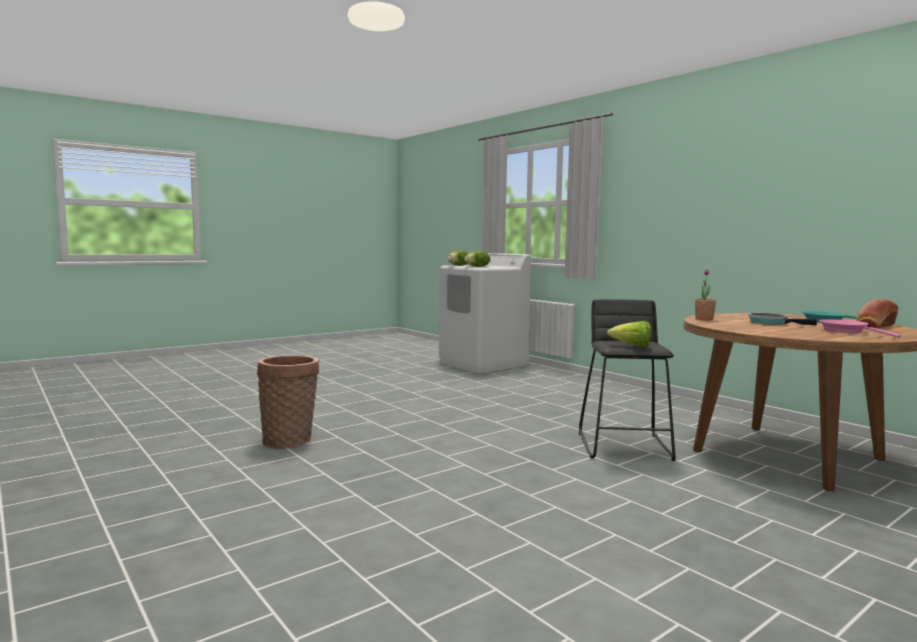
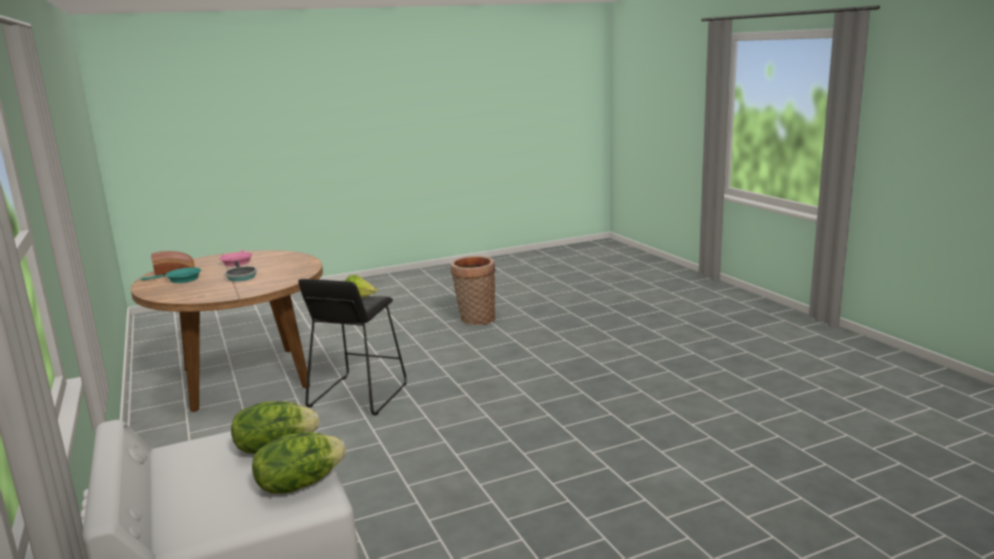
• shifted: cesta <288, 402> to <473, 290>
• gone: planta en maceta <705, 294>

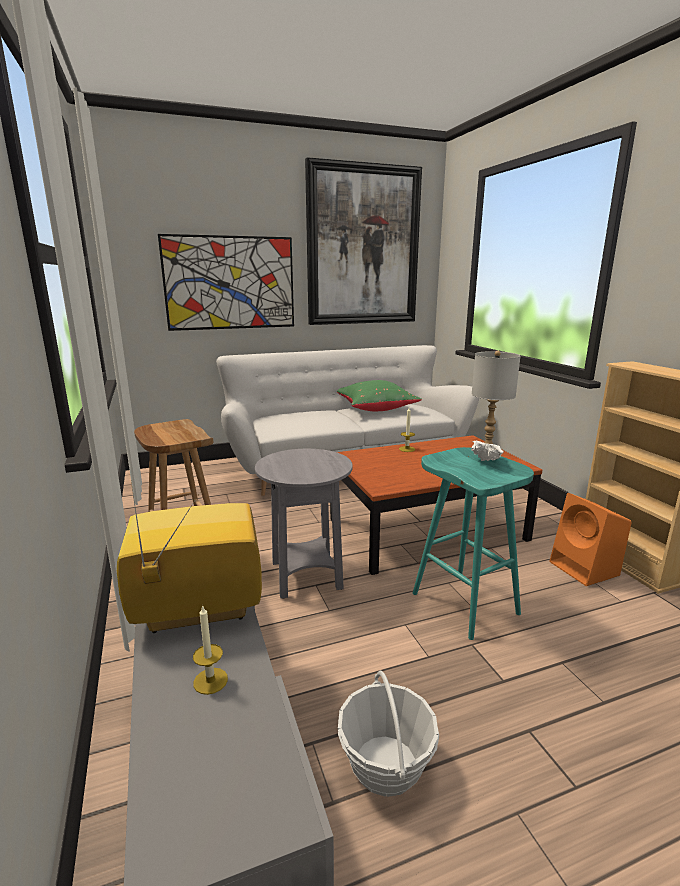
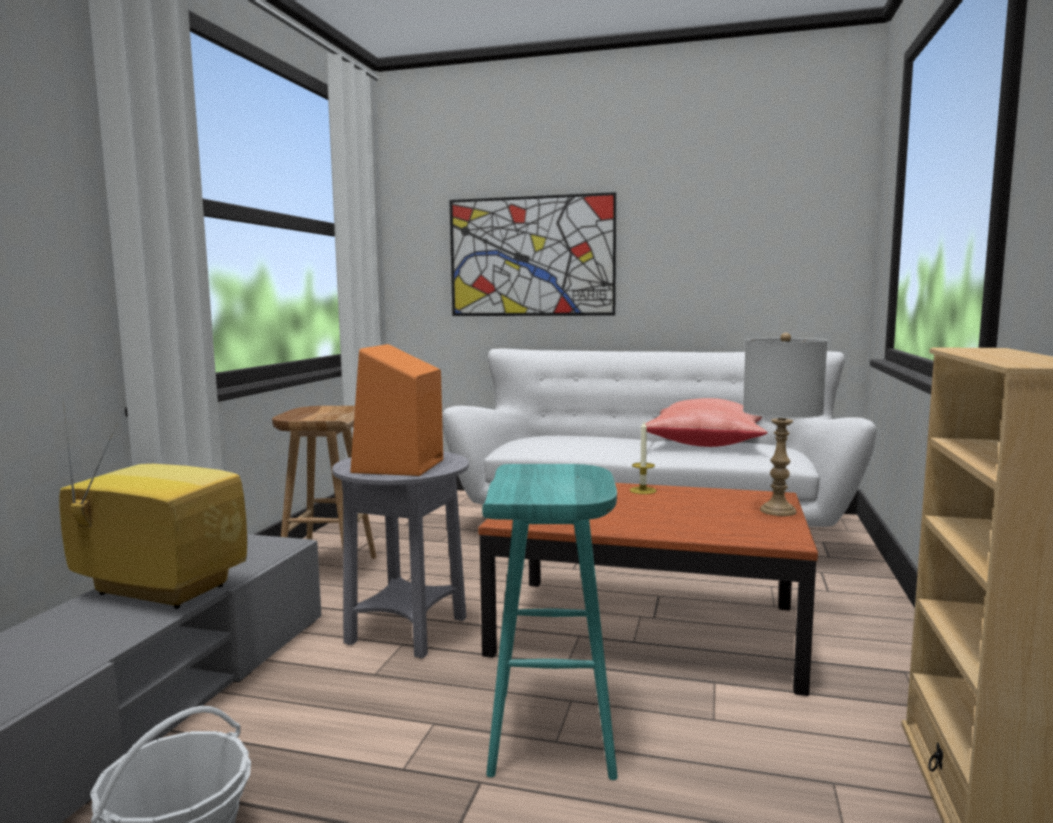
• shifted: altavoz [naranja] <590, 539> to <396, 410>
• repainted: cojín [verde] <379, 395> to cojín [rojo] <706, 422>
• gone: vela <210, 650>
• gone: cuadro <363, 241>
• gone: cuenco [blanco] <487, 451>

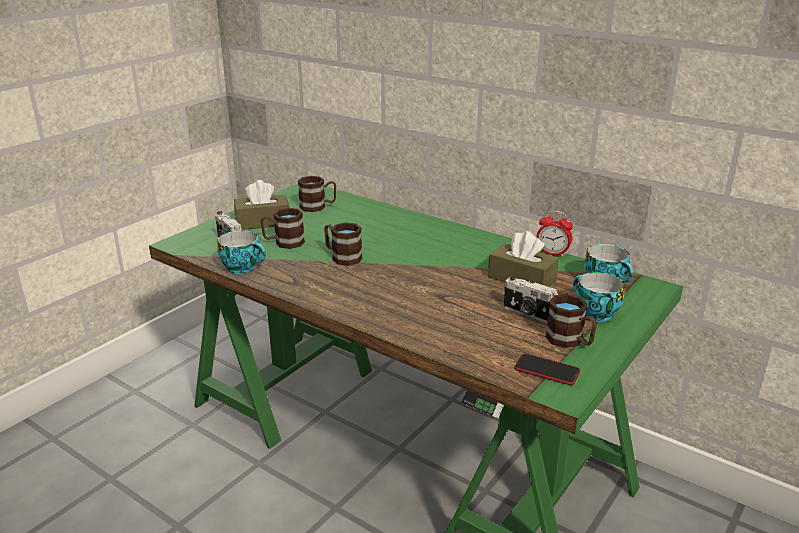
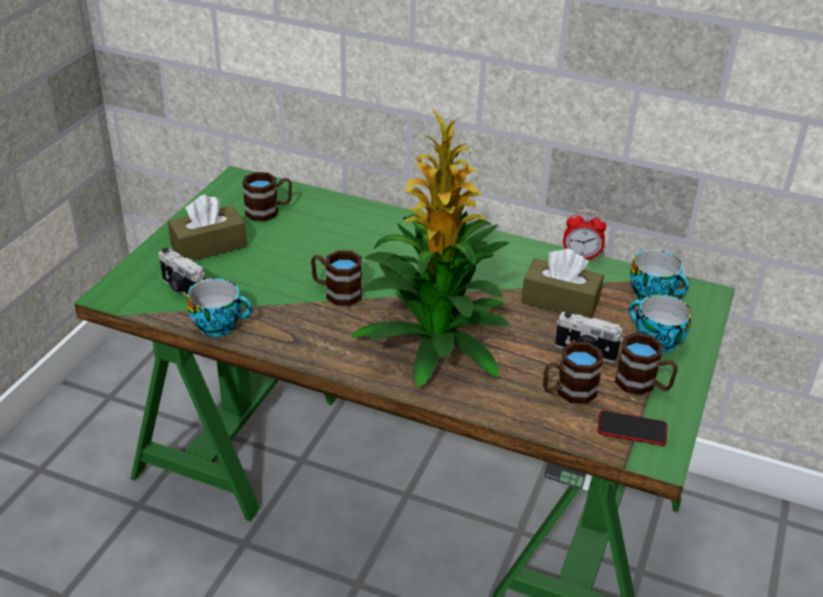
• new: planta en maceta <430, 248>
• shifted: taza grande [marrón] <283, 228> to <573, 373>

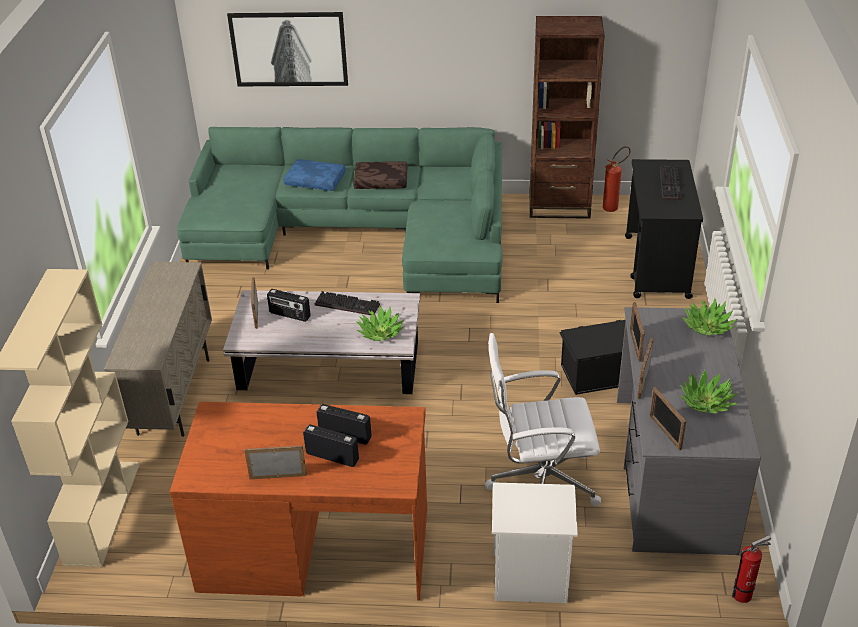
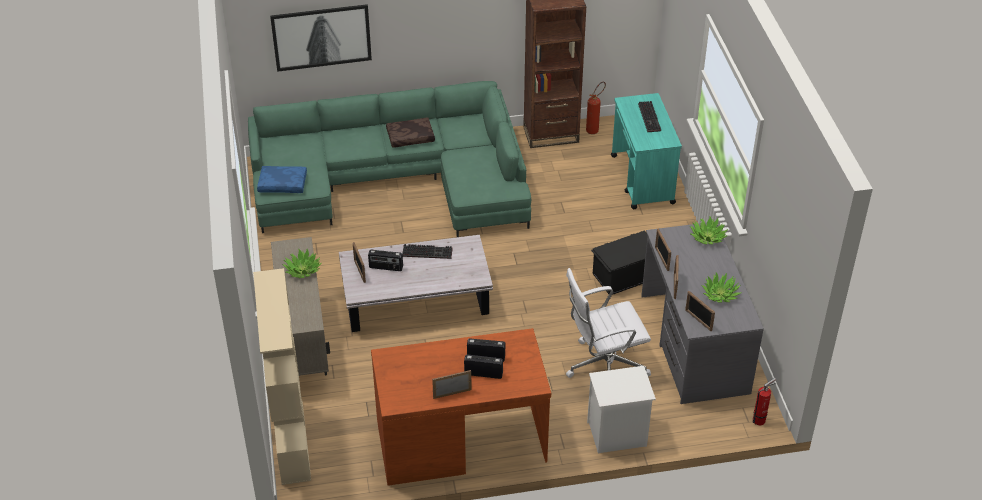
• shifted: cojín [azul] <315, 175> to <282, 179>
• shifted: planta en maceta <381, 323> to <302, 263>
• repainted: carrito [negro] <664, 229> to carrito [turquesa] <646, 151>

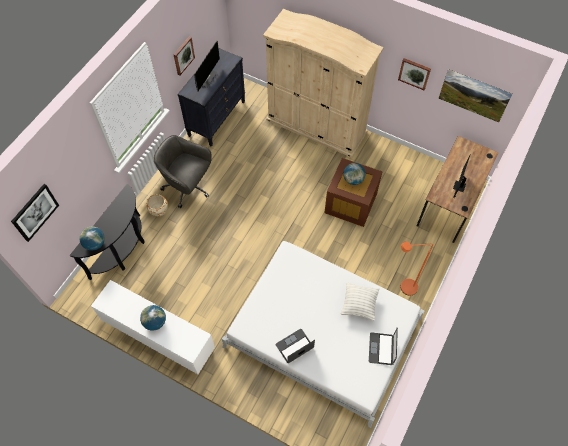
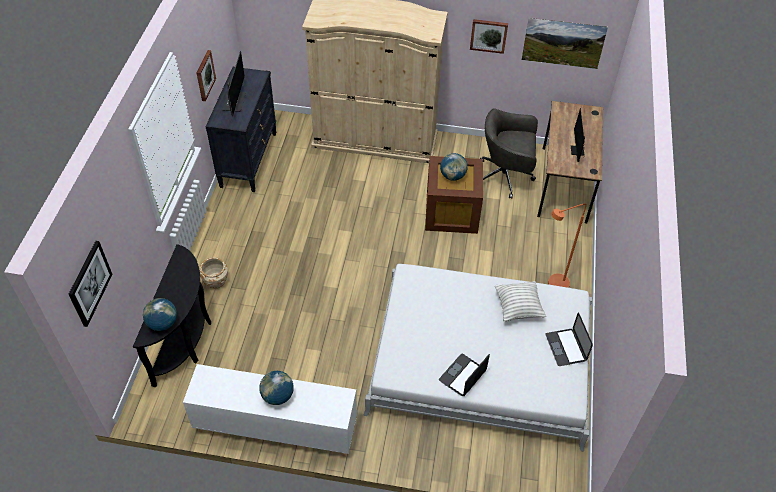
• shifted: silla de oficina [gris] <183, 171> to <509, 153>

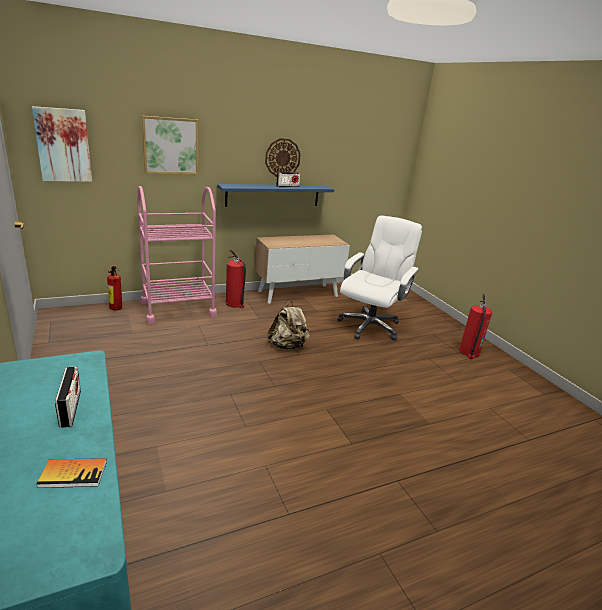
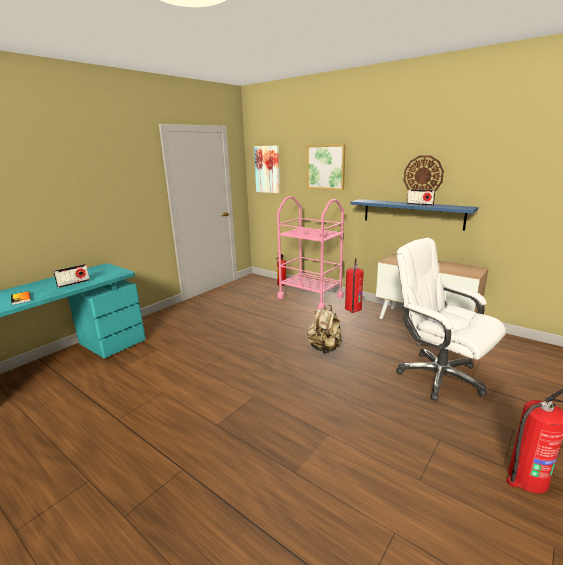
• rotated: silla de oficina [blanco] <379, 278> = <451, 319> 135 degrees counterclockwise

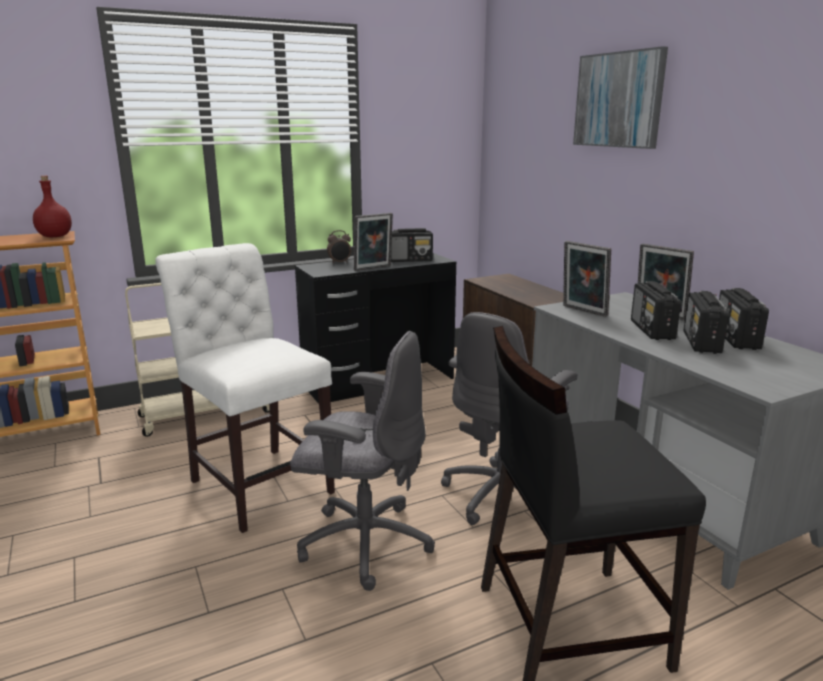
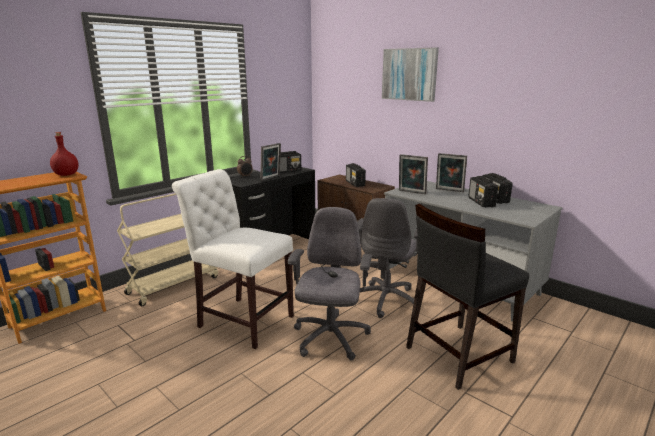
• rotated: silla de oficina [gris] <362, 461> = <330, 283> 75 degrees counterclockwise
• shifted: radio <656, 310> to <356, 175>

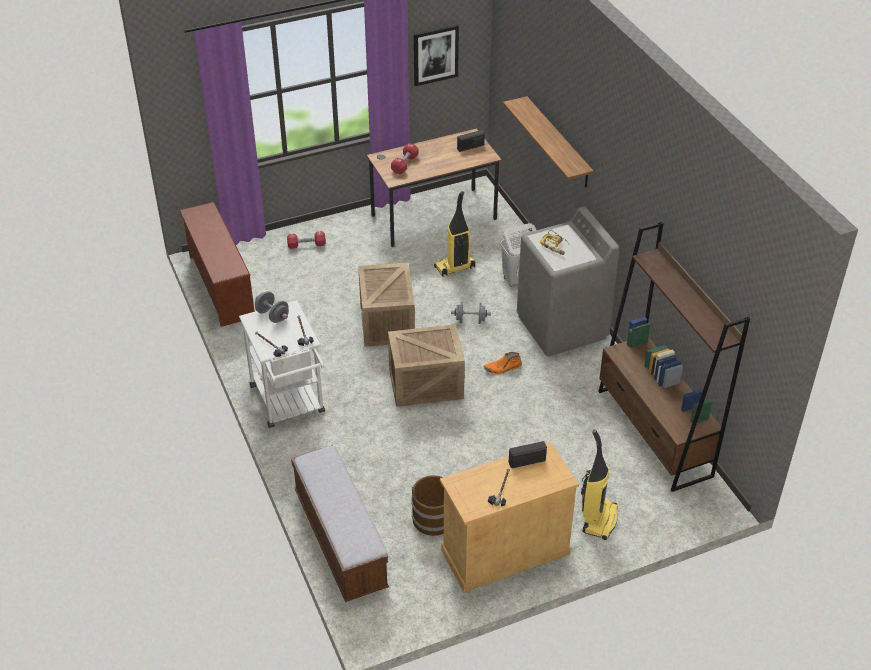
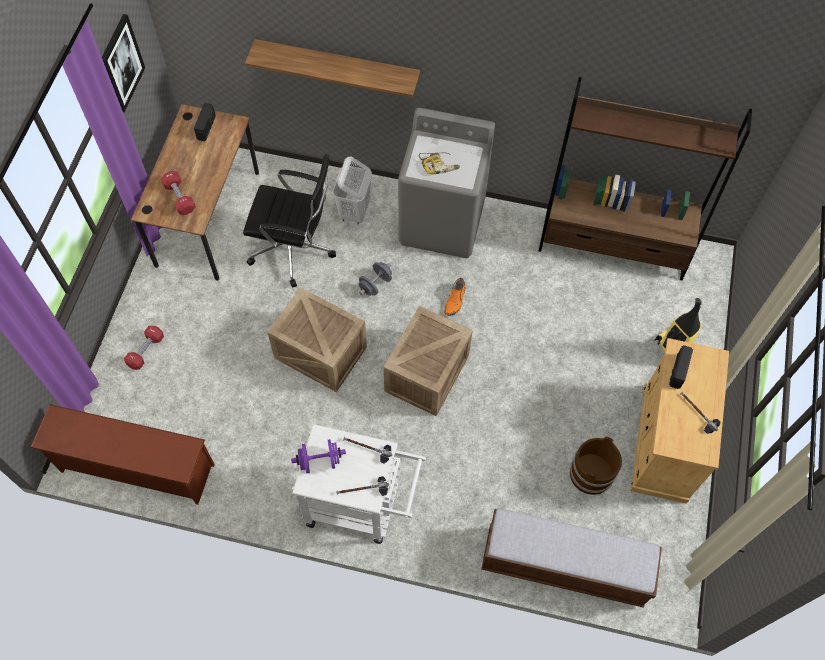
• swapped: aspiradora <454, 234> to silla de oficina [negro] <289, 221>
• repainted: mancuerna [gris] <272, 307> to mancuerna [morado] <318, 456>

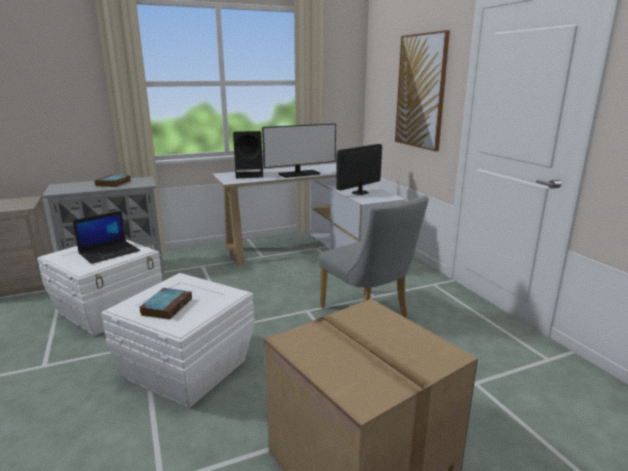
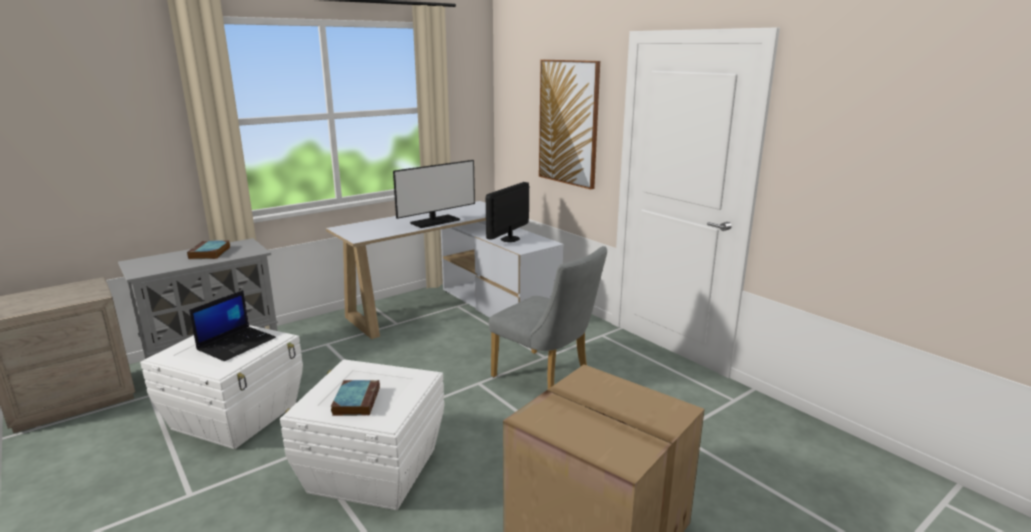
• gone: altavoz [negro] <248, 154>

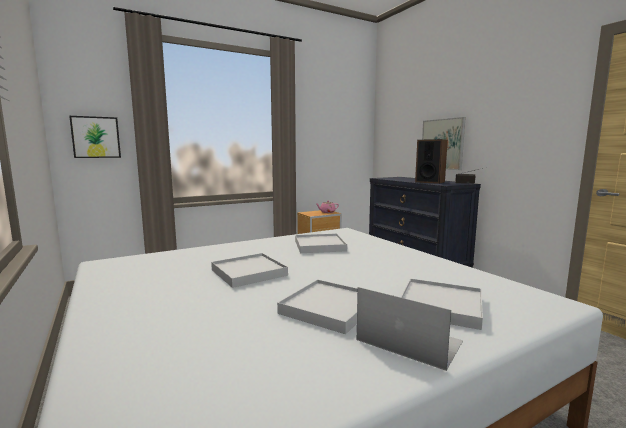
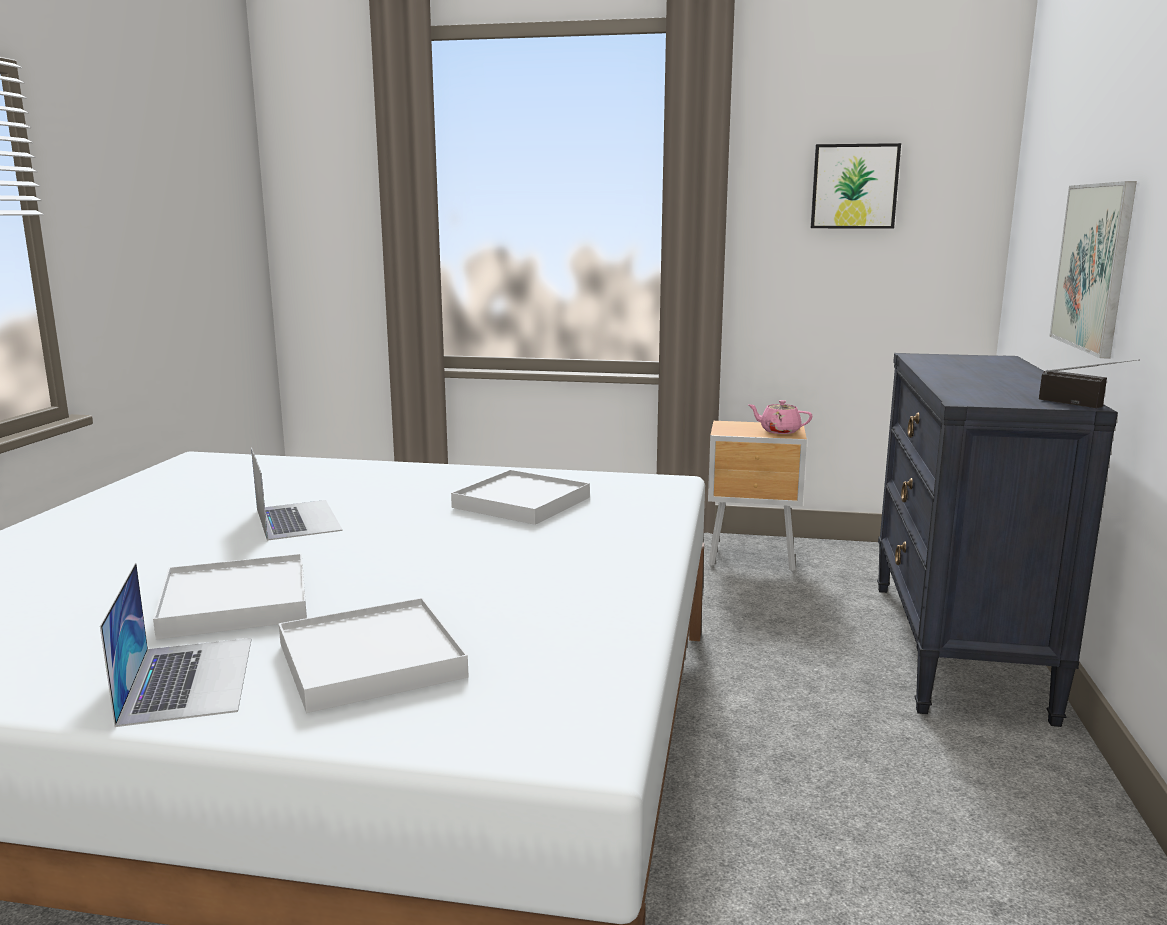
• swapped: bandeja [blanco] <249, 270> to portátil <297, 494>
• shifted: cuadro <95, 137> to <856, 186>
• gone: altavoz <431, 161>

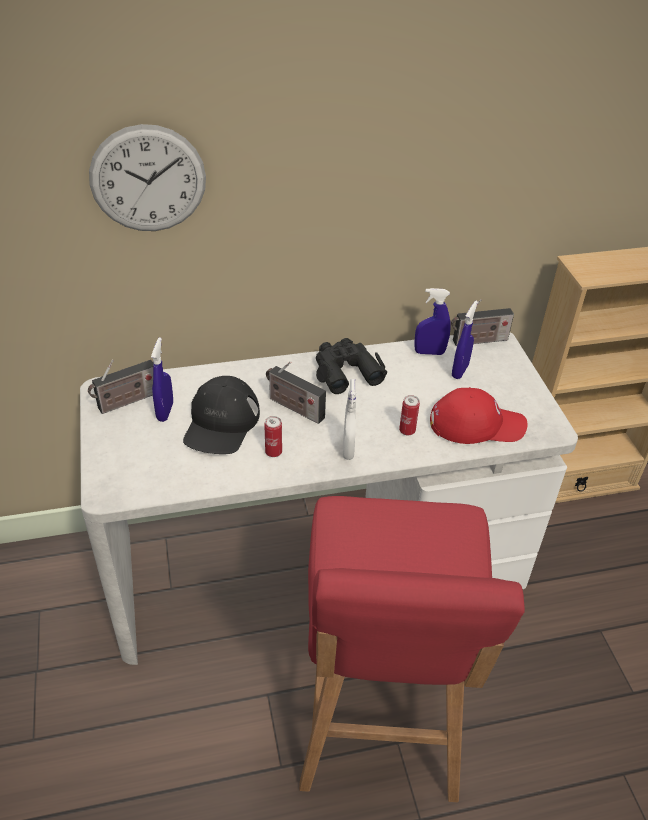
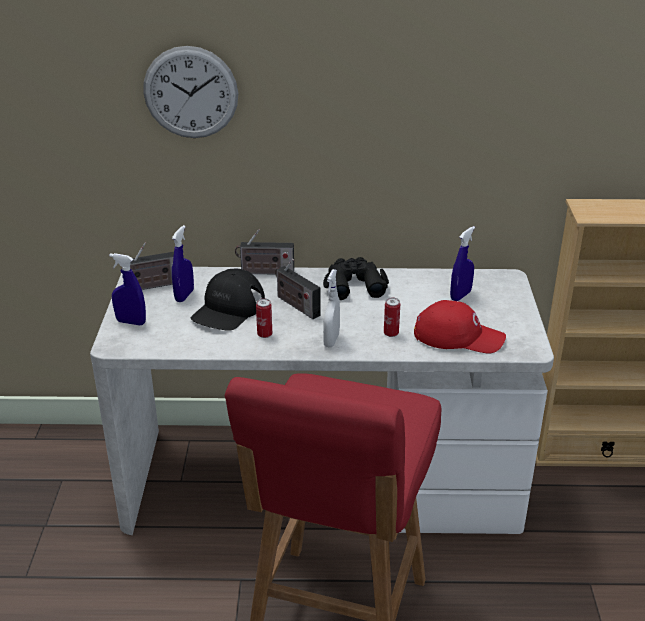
• shifted: pulverizador [azul] <432, 321> to <127, 289>
• shifted: radio <482, 322> to <264, 252>

